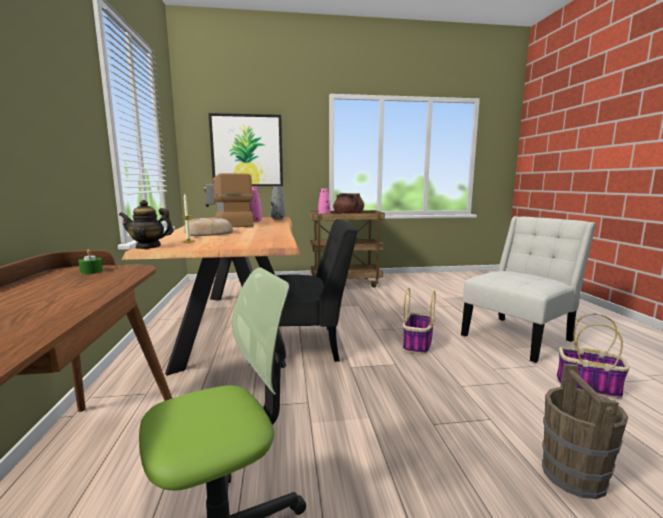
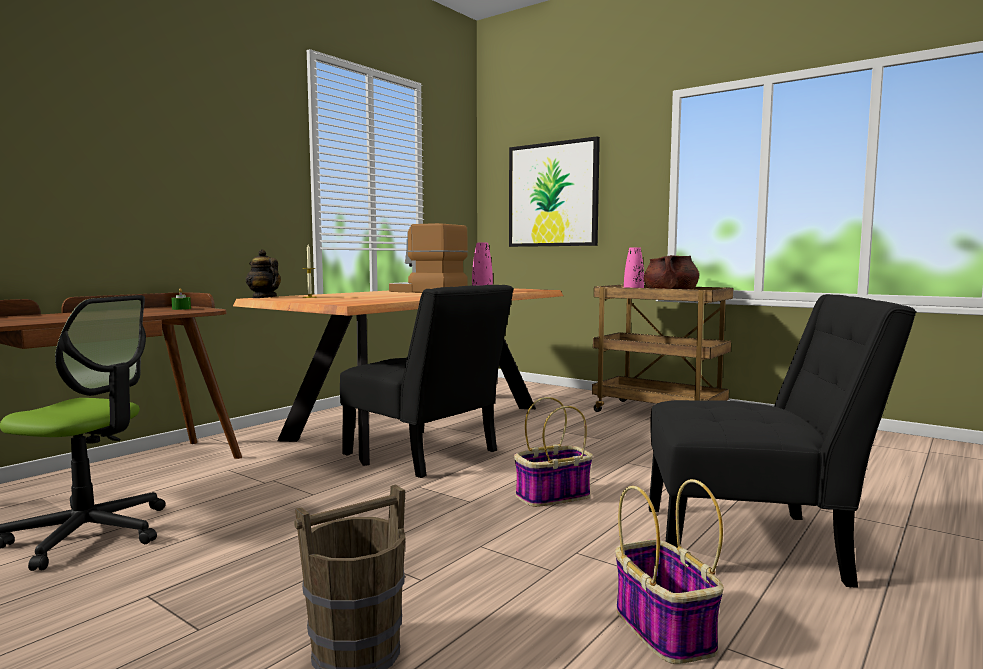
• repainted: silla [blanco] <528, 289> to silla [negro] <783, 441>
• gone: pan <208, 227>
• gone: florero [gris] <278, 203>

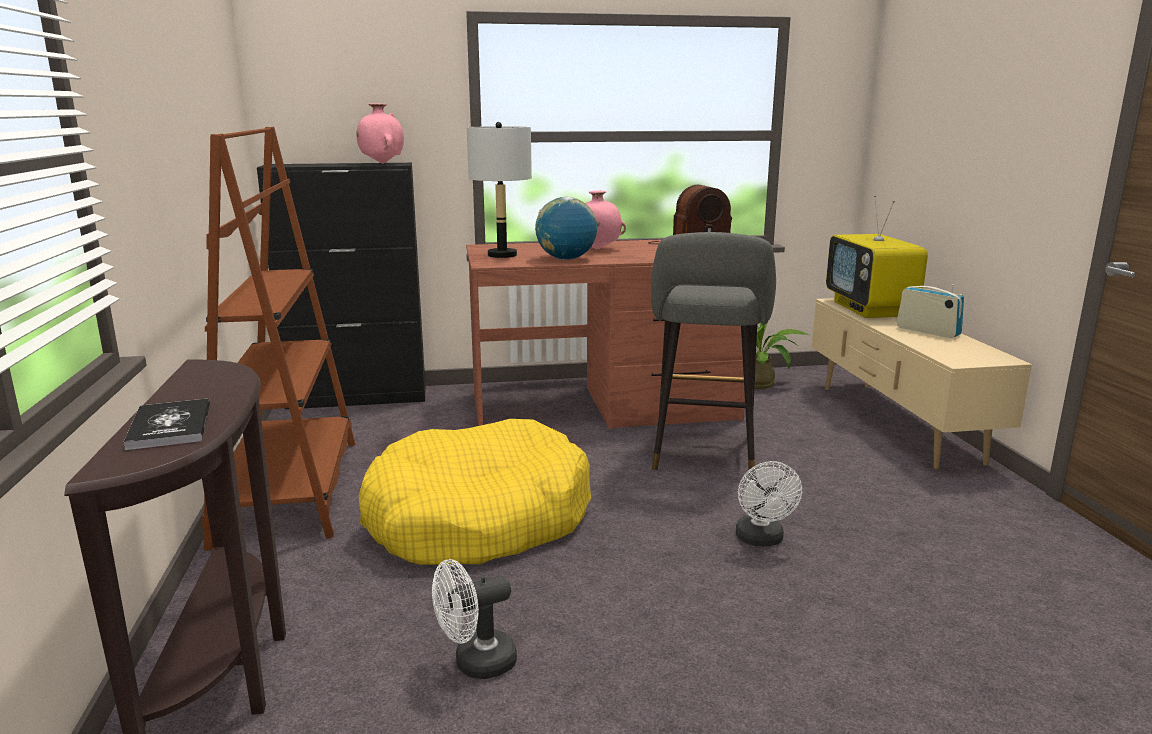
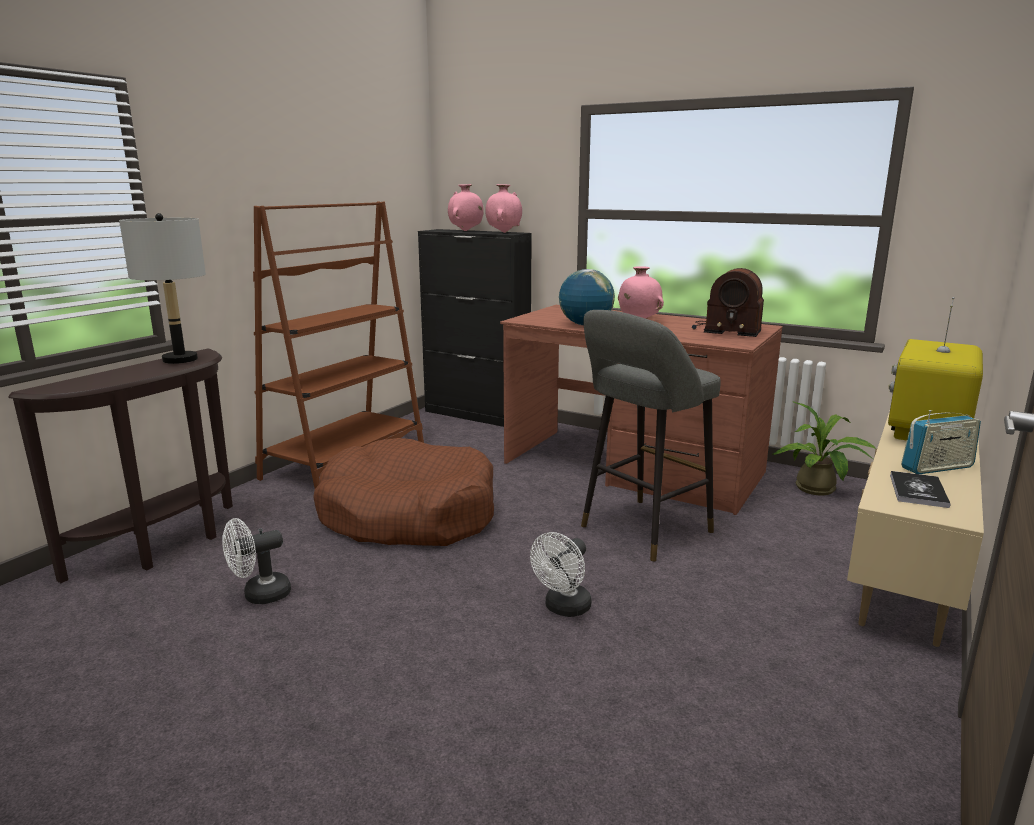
• shifted: lámpara de mesa [gris] <499, 190> to <162, 288>
• rotated: ventilador [blanco] <474, 619> = <256, 561> 45 degrees counterclockwise
• repainted: cama para perro [amarillo] <475, 492> to cama para perro [marrón] <404, 492>
• new: florero [rosa] <466, 207>
• shifted: libro <166, 424> to <920, 489>
• rotated: radio <930, 311> = <941, 442> 75 degrees clockwise

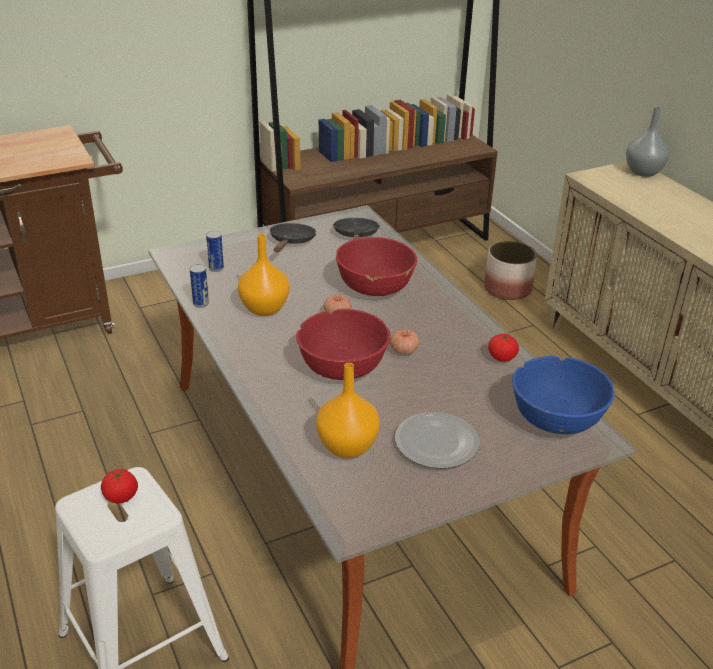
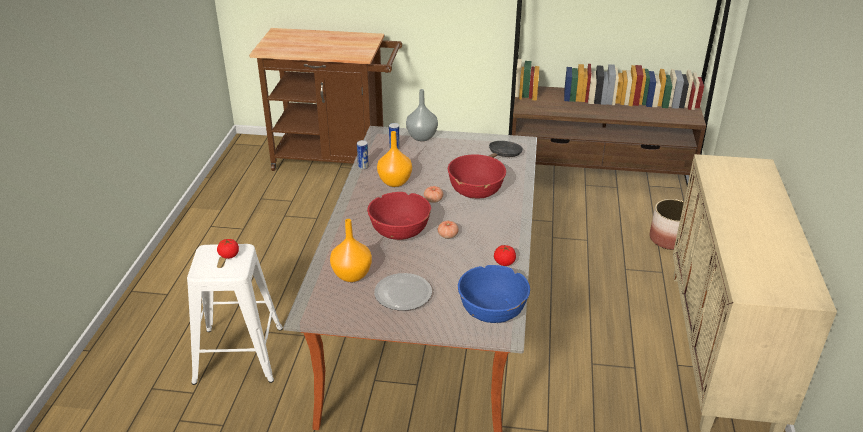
• shifted: florero [gris] <647, 142> to <422, 115>
• gone: sartén [negro] <293, 237>

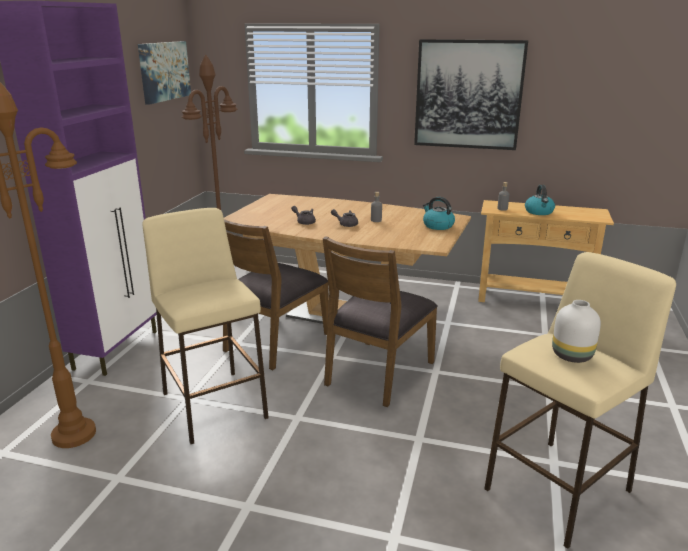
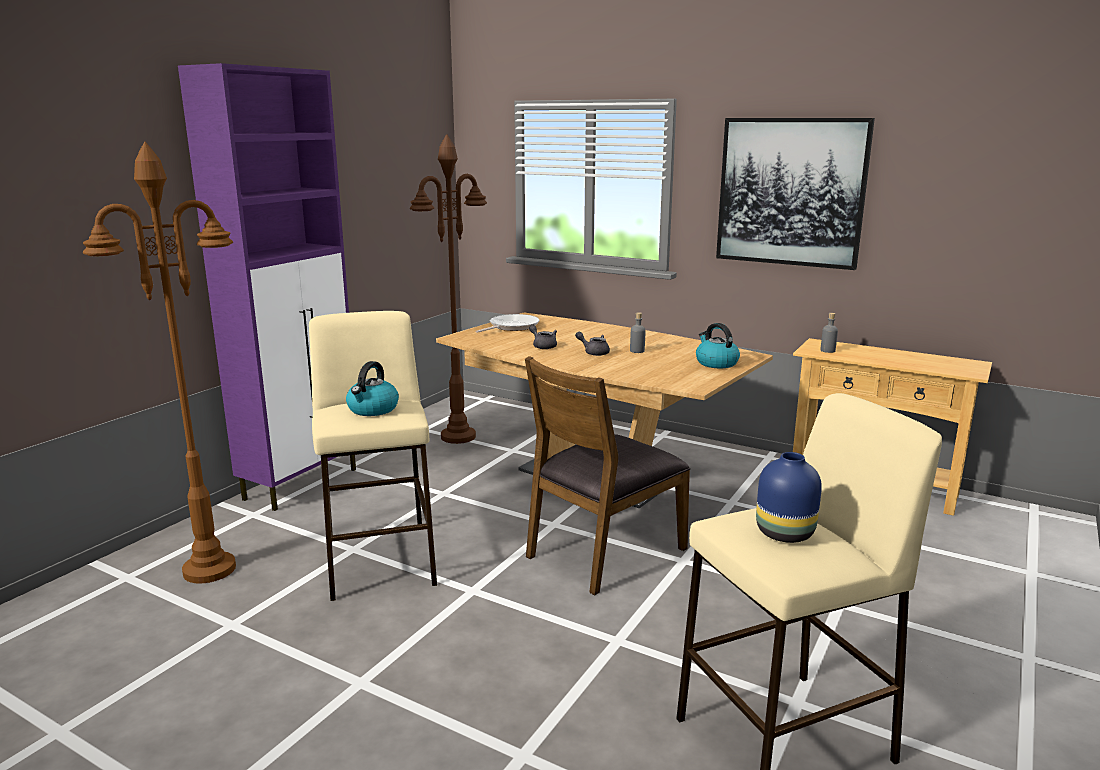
• shifted: hervidor <540, 200> to <372, 388>
• new: sartén <507, 323>
• repainted: florero [blanco] <576, 331> to florero [azul] <789, 497>
• gone: cuadro <164, 73>
• gone: silla [marrón] <276, 294>

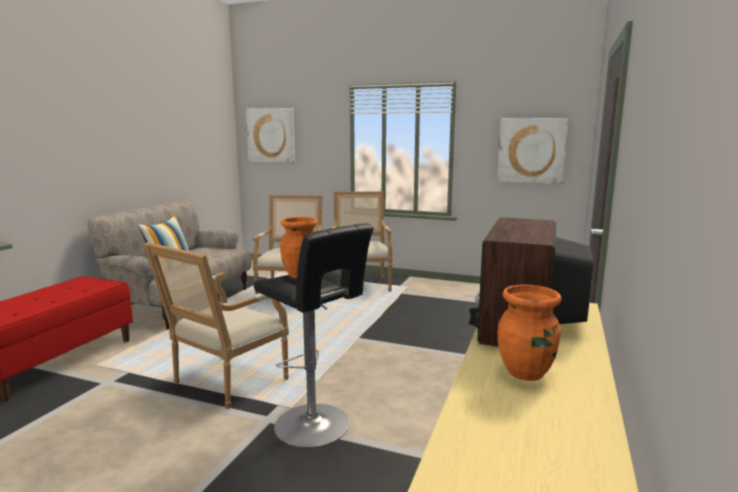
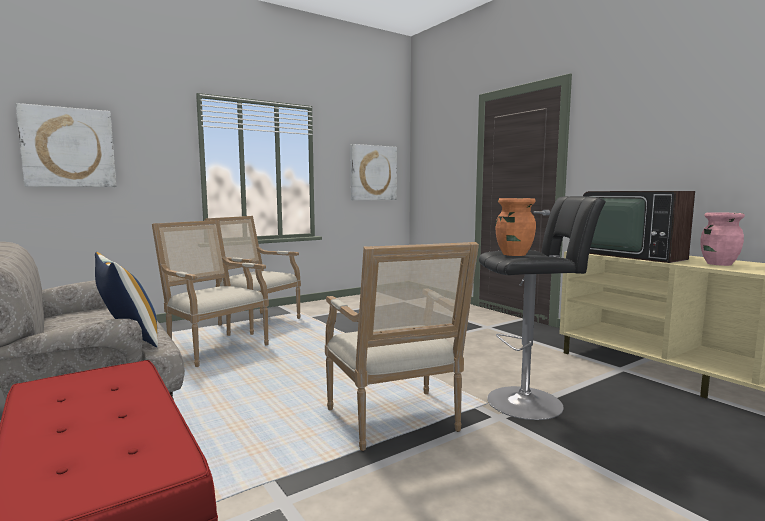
• repainted: florero [naranja] <529, 333> to florero [rosa] <722, 239>

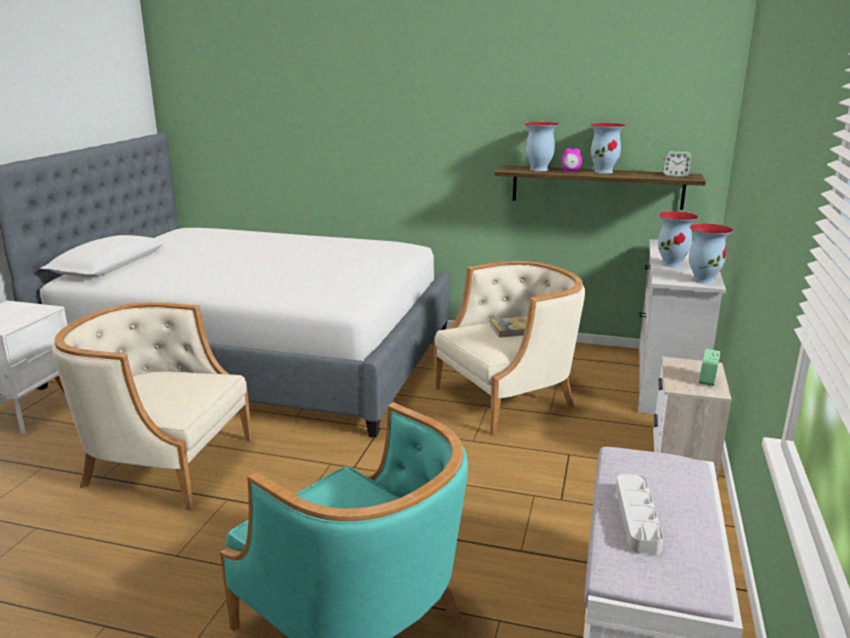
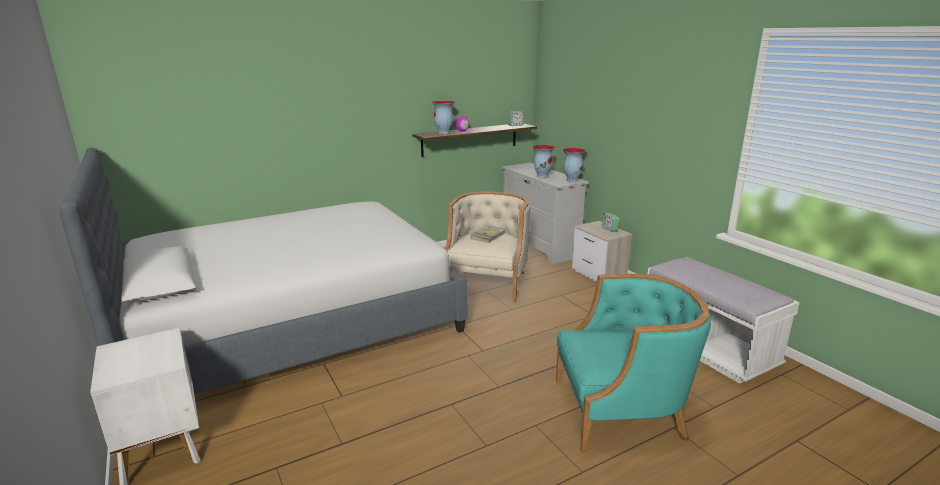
• gone: sillón [beis] <152, 406>
• gone: florero <608, 148>
• gone: bandeja [gris] <639, 514>

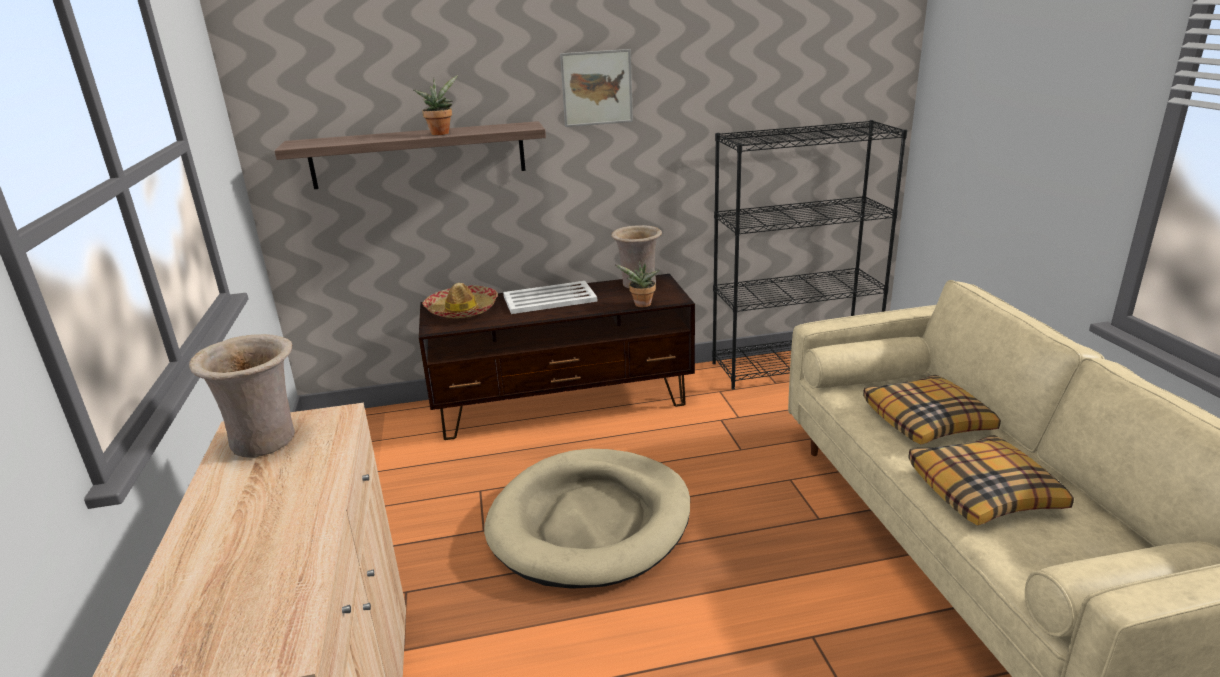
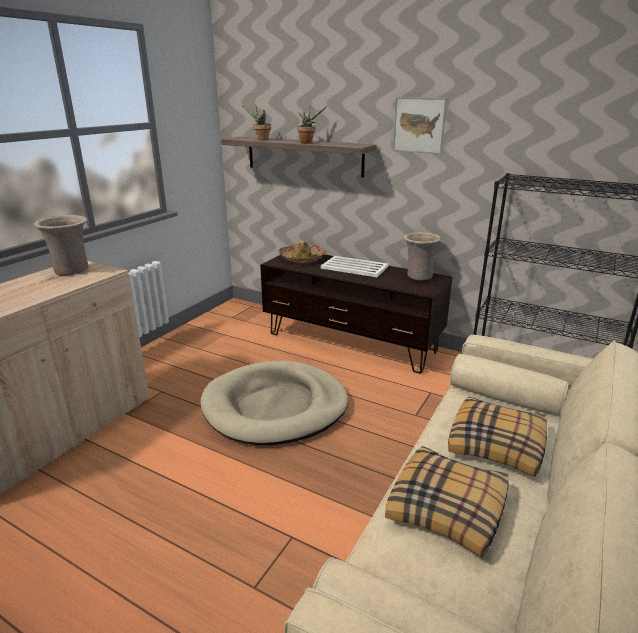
• shifted: planta en maceta <637, 284> to <256, 122>

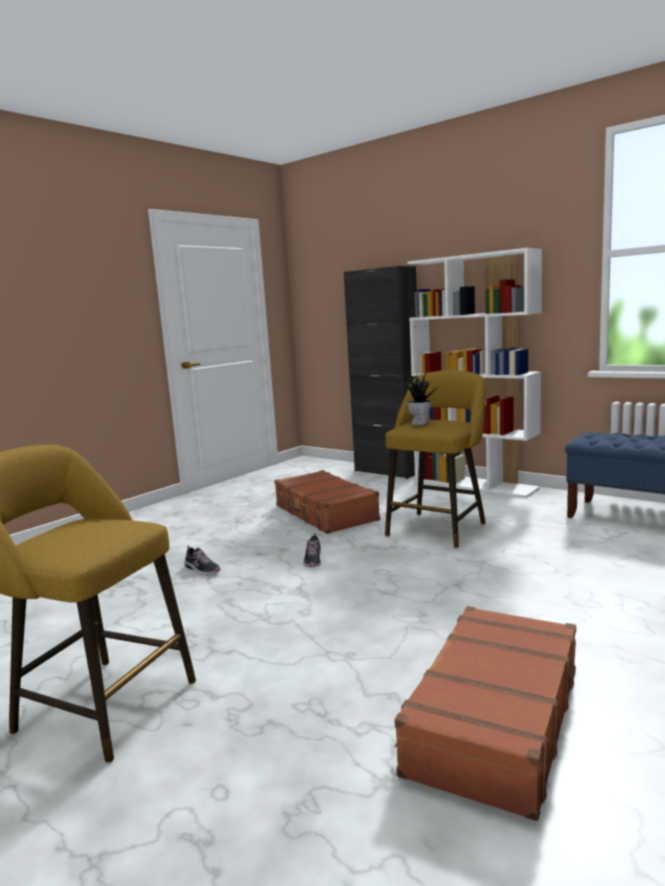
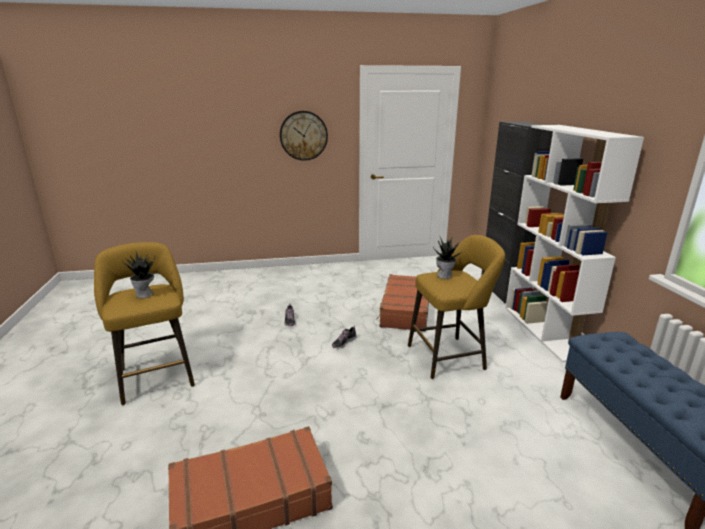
• new: planta en maceta <138, 274>
• new: reloj de pared <304, 136>

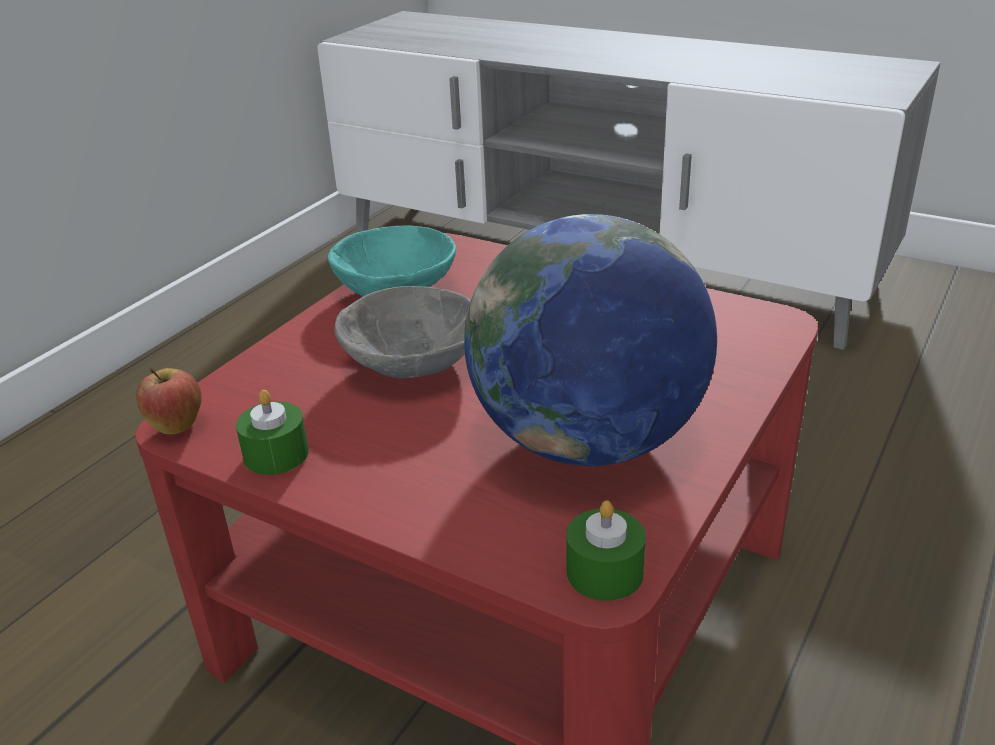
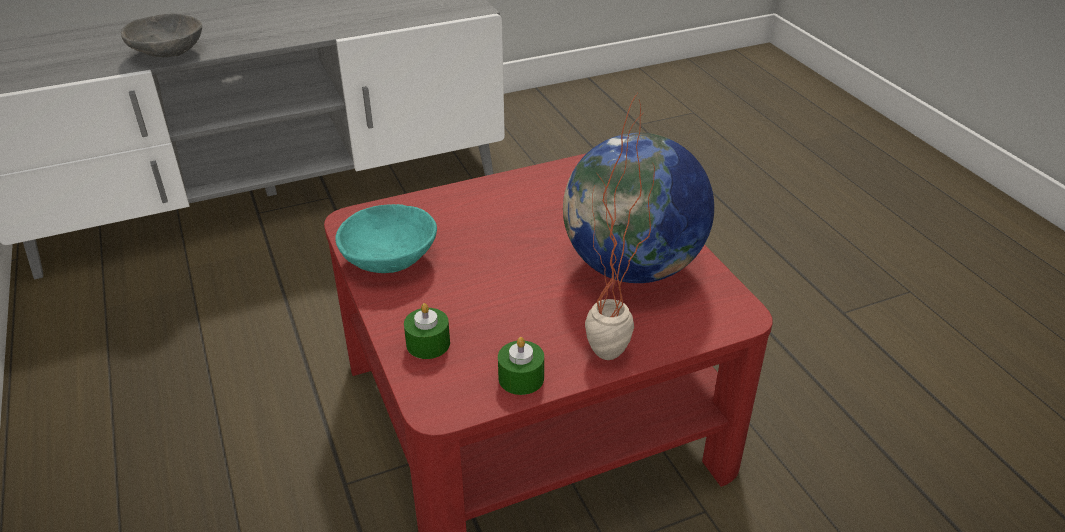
• shifted: cuenco [gris] <402, 332> to <161, 35>
• shifted: vela [verde] <606, 550> to <427, 331>
• new: planta en maceta <620, 227>
• gone: manzana <169, 401>

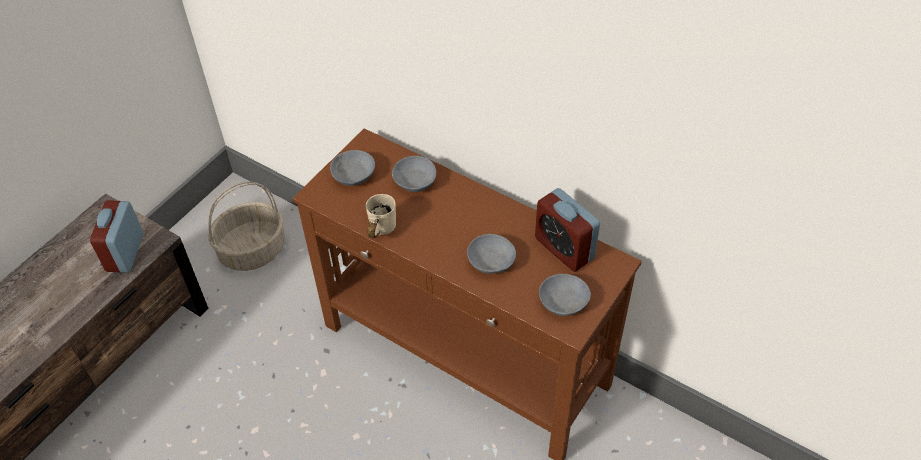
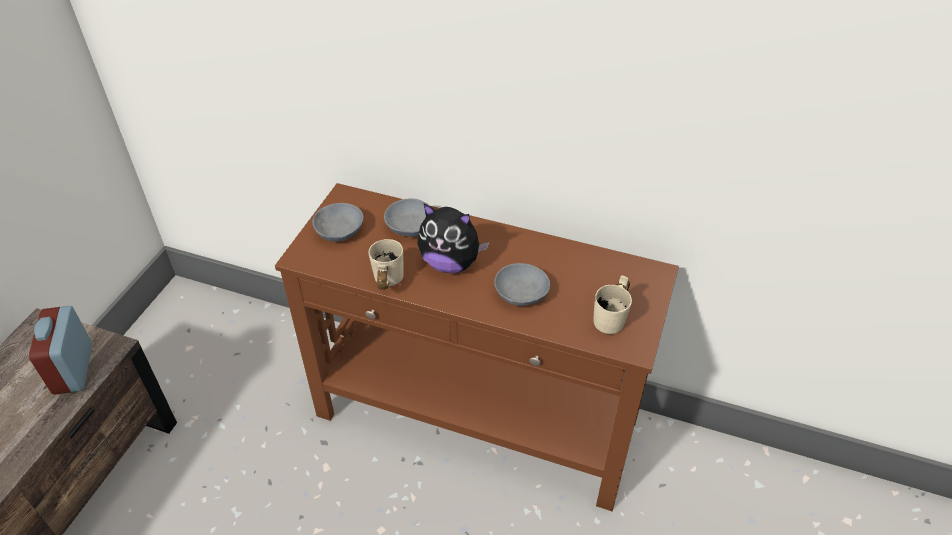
• new: peluche <453, 238>
• swapped: cuenco [gris] <565, 295> to taza grande [beis] <612, 304>
• gone: cesta <246, 226>
• gone: despertador <567, 230>

